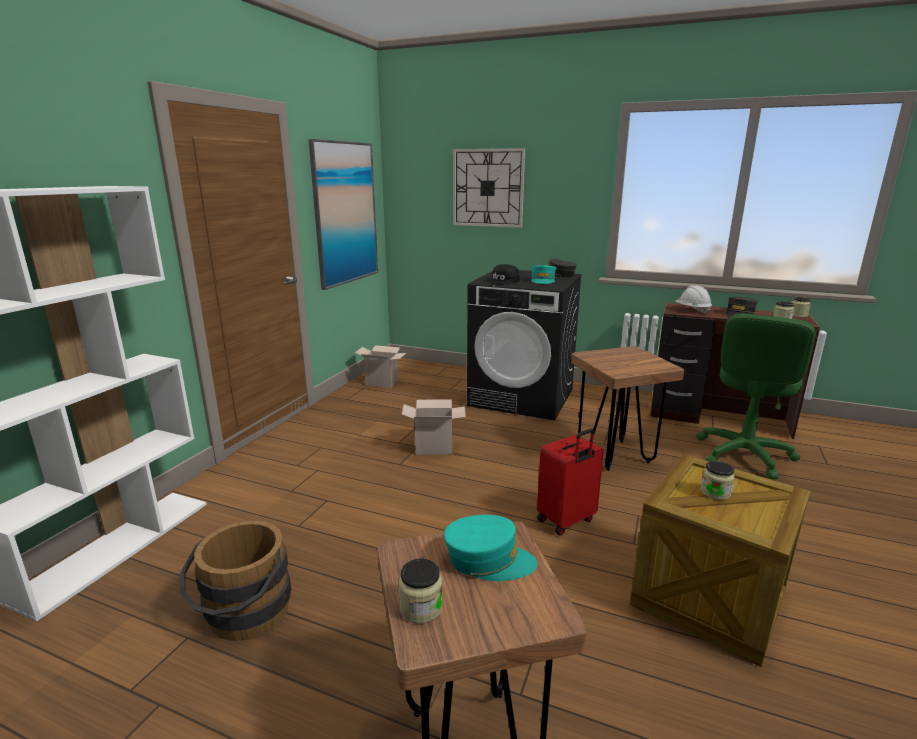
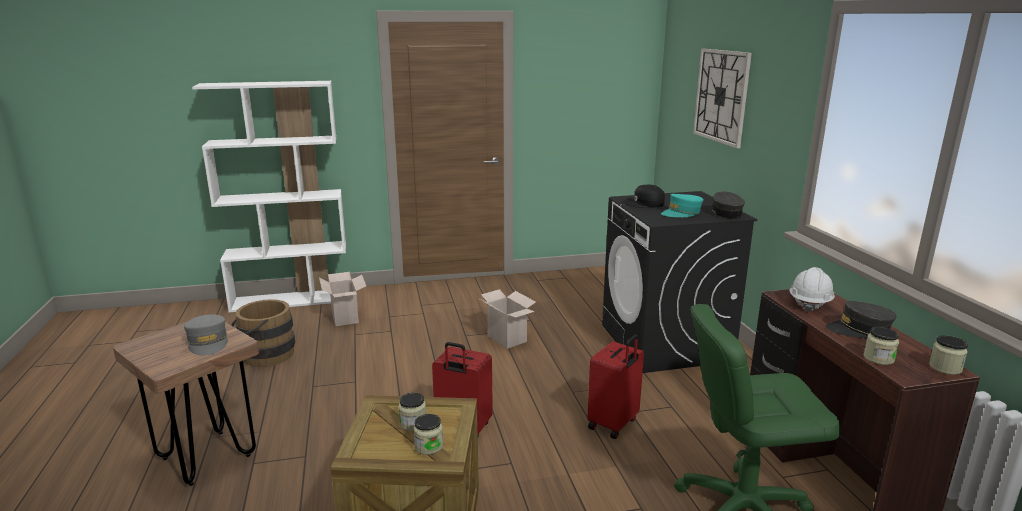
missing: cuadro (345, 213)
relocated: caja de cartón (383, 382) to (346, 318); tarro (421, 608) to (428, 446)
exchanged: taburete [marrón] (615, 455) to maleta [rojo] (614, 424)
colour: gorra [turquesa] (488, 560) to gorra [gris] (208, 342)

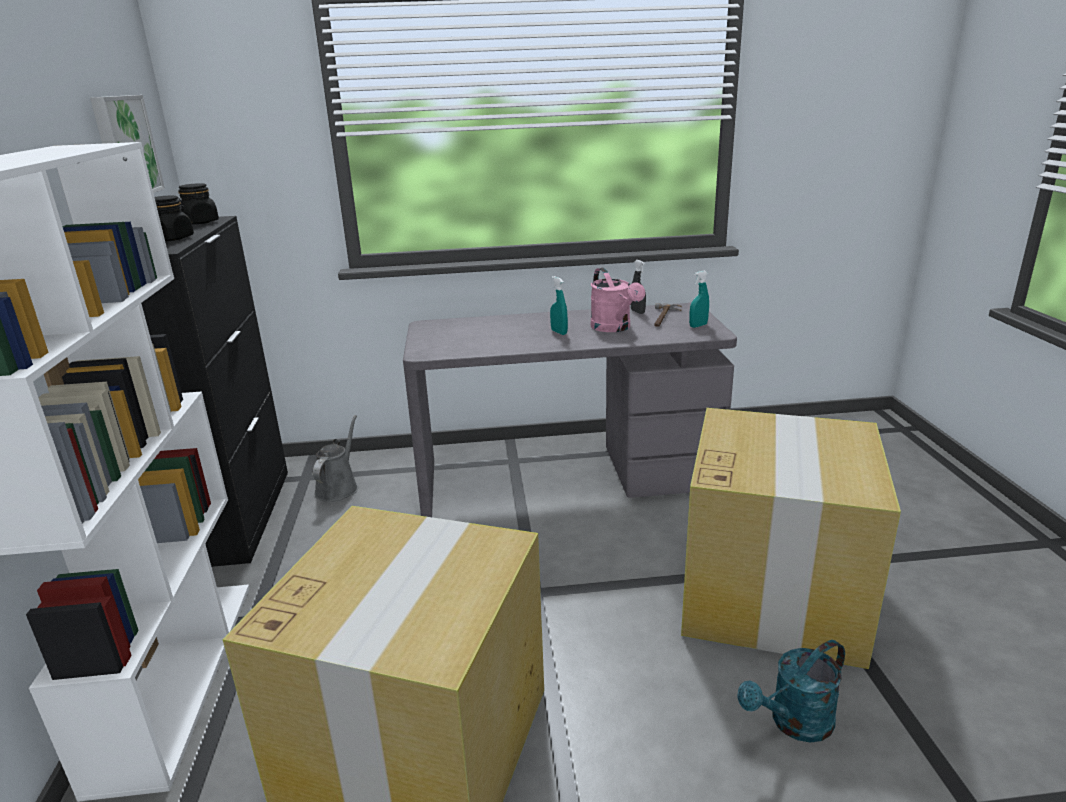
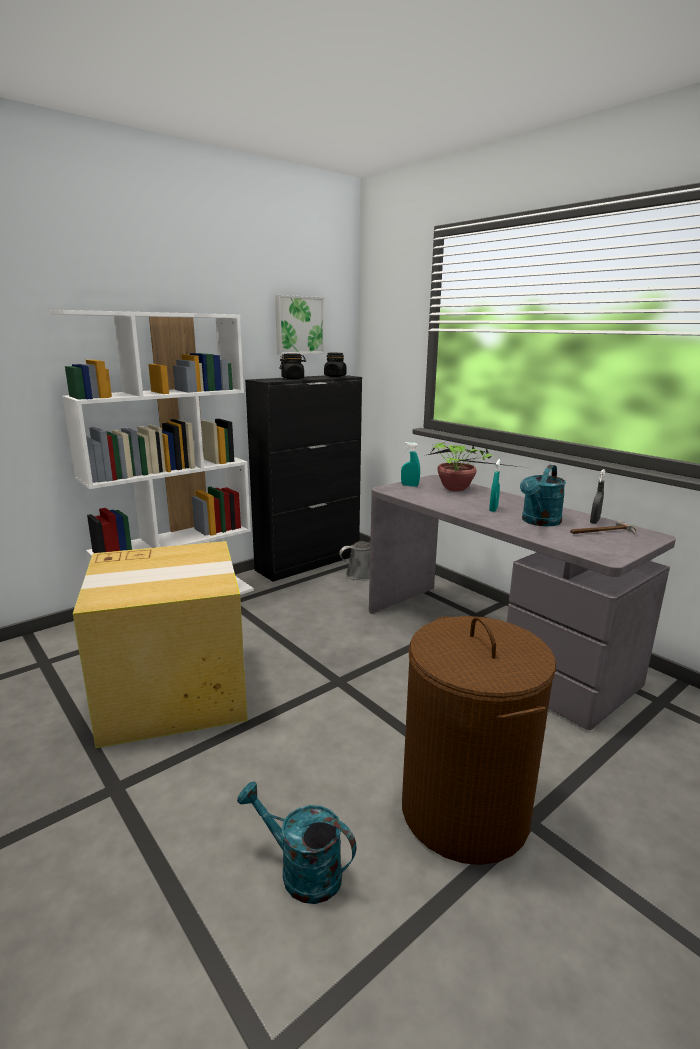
appeared: planta en maceta (457, 489)
relocated: pulverizador [turquesa] (698, 326) to (409, 485)
exchanged: caja de cartón (772, 593) to cesto de la ropa [marrón] (465, 811)
colour: regadera [rosa] (614, 328) to regadera [turquesa] (539, 522)

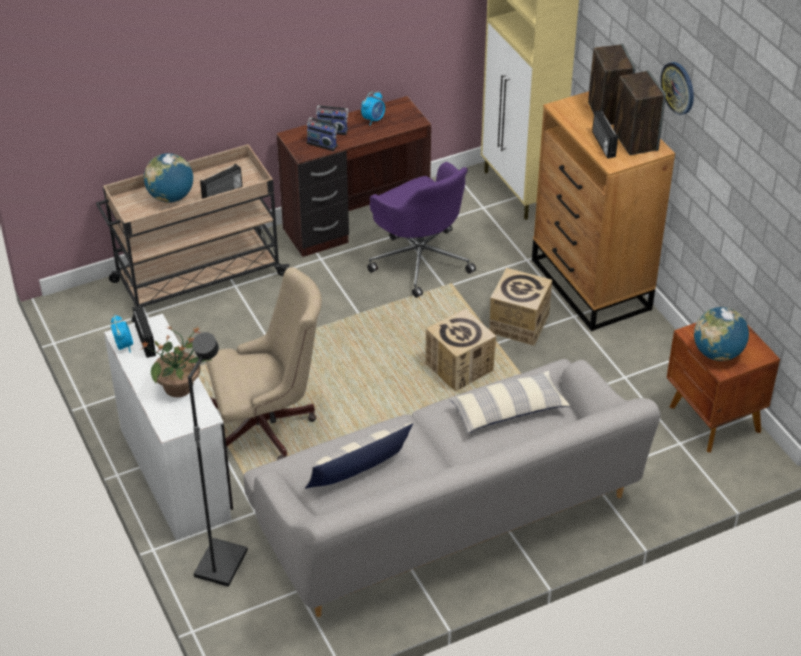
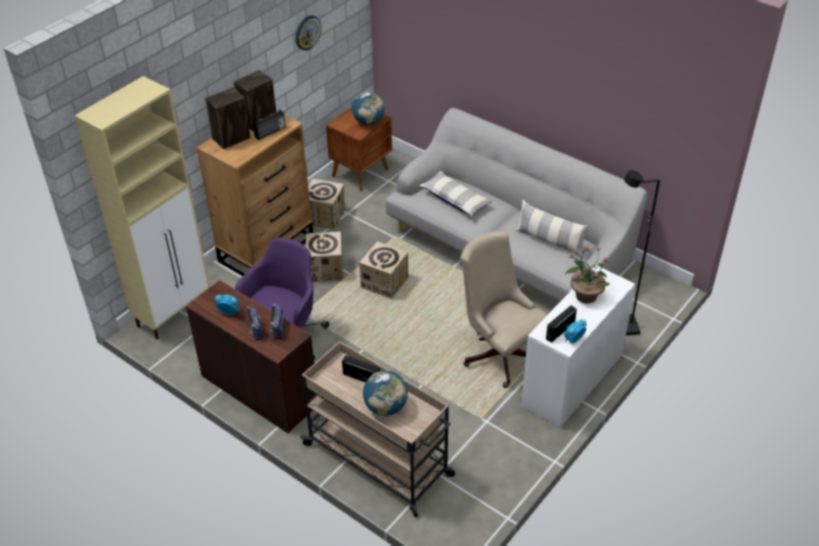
appeared: caja de cartón (325, 216)
relocated: reloj de pared (678, 87) to (307, 32)

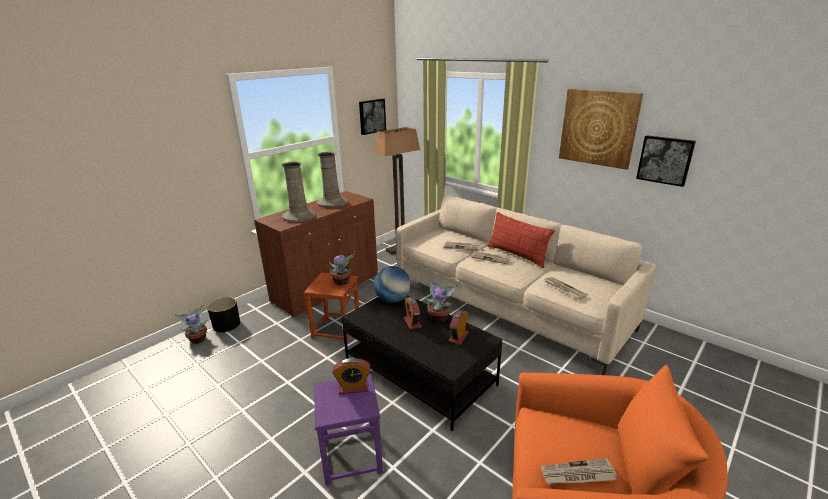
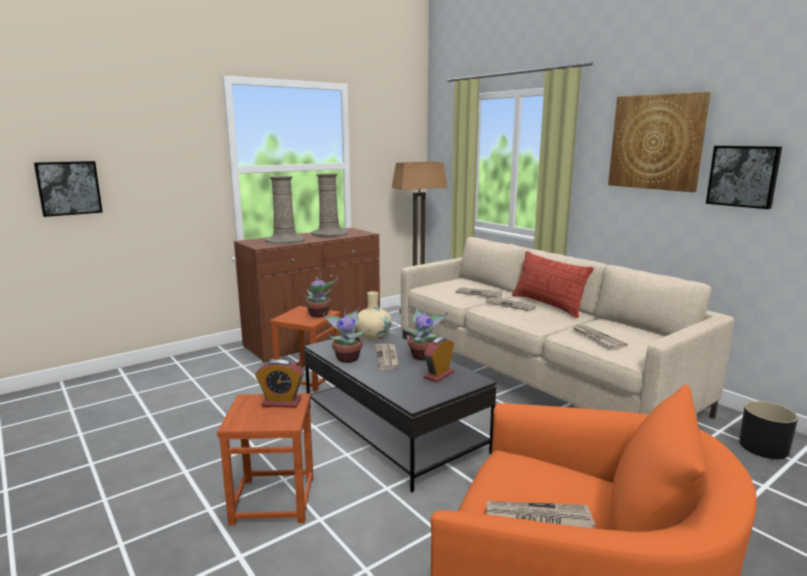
relocated: cuadro (371, 116) to (68, 188); planta en maceta (198, 339) to (347, 358); maceta [negro] (227, 324) to (763, 447)
exchanged: globo terráqueo (392, 300) to florero [beis] (373, 336); despertador (412, 323) to periódico (387, 357)
colour: taburete [morado] (352, 455) to taburete [marrón] (274, 499)

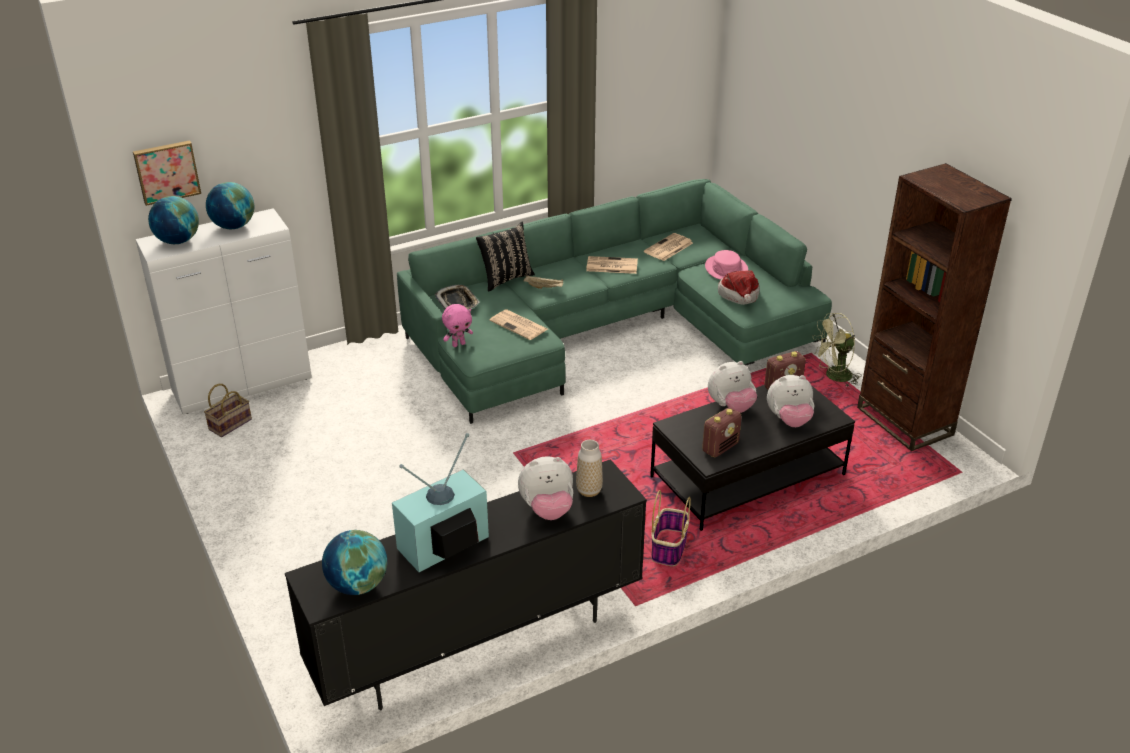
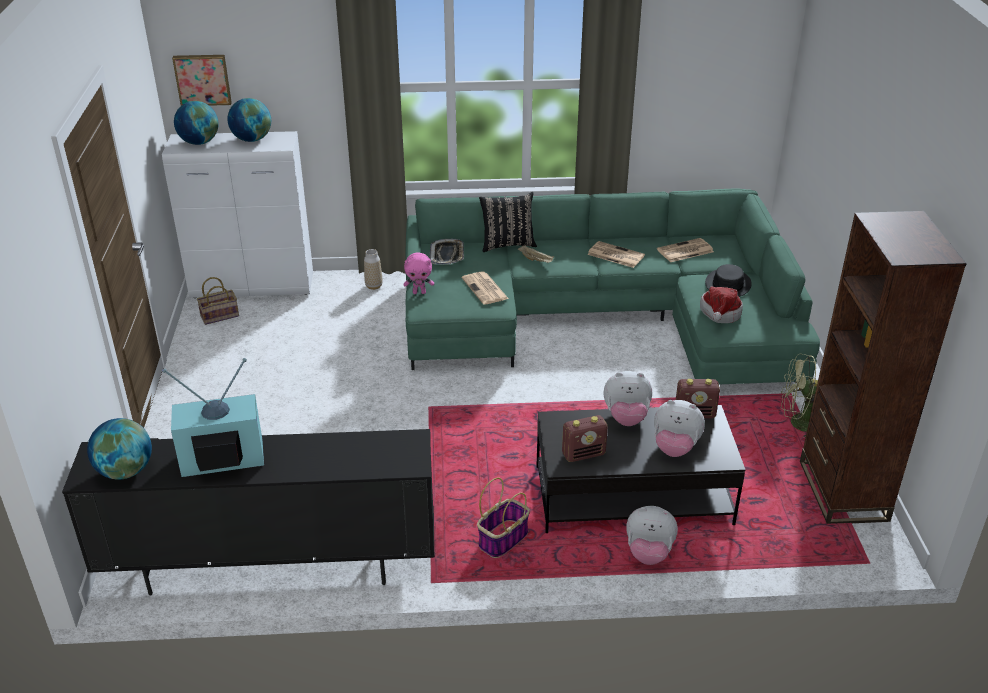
relocated: florero (589, 491) to (374, 286); peluche (547, 510) to (648, 553)
colour: sombrero [rosa] (726, 269) to sombrero [negro] (728, 284)

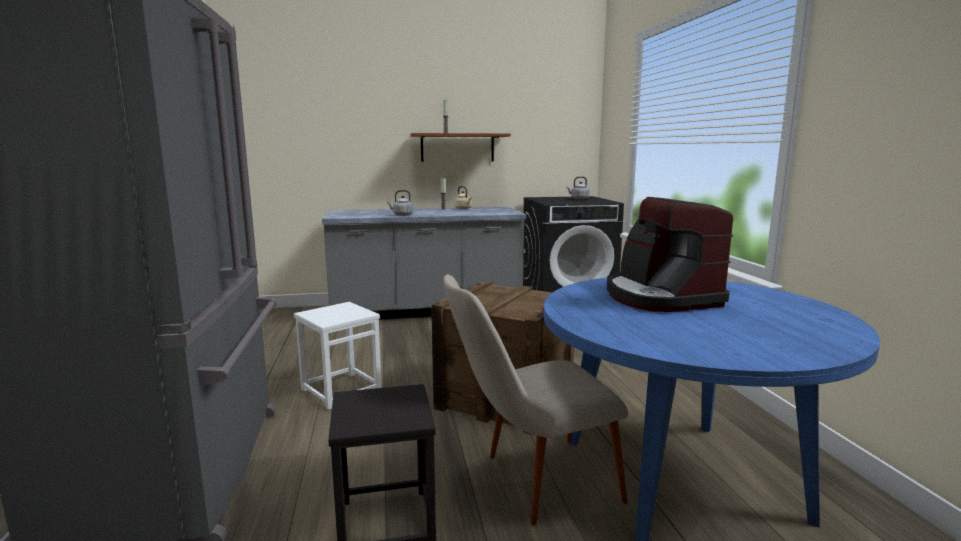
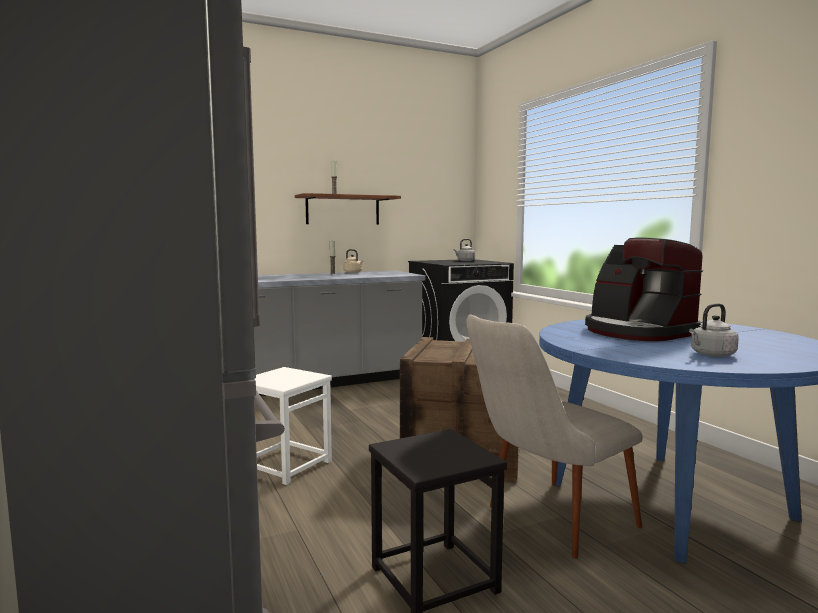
relocated: hervidor [gris] (402, 215) to (711, 355)

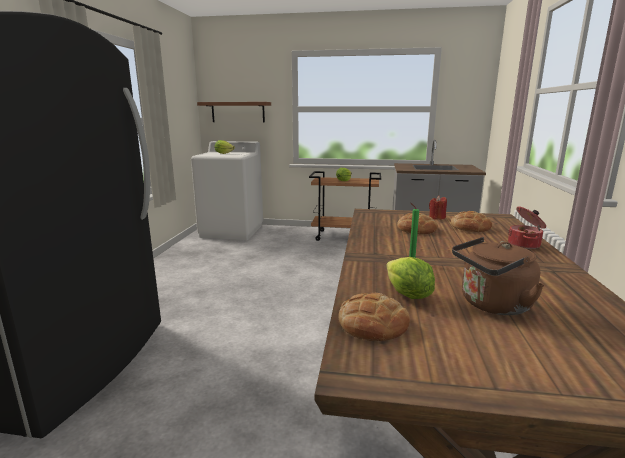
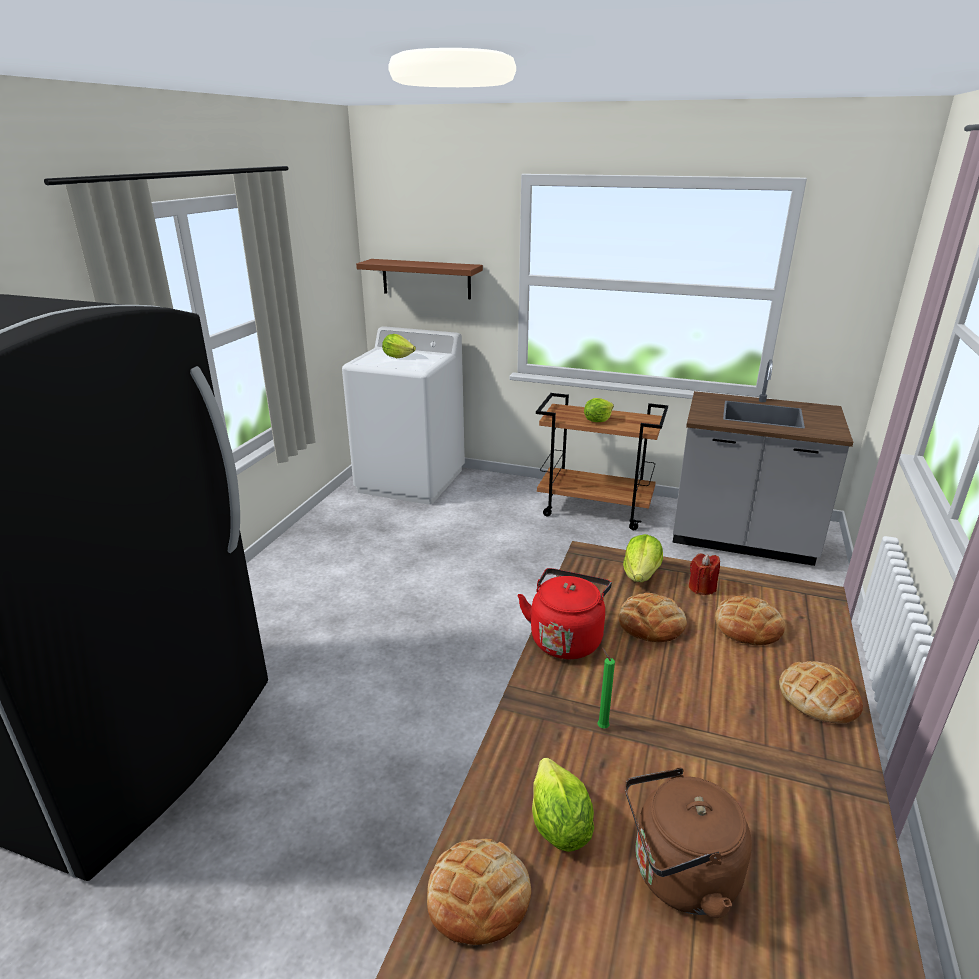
appeared: hervidor [rojo] (566, 638); lechuga (641, 575)
exchanged: olla (524, 245) to pan (819, 697)

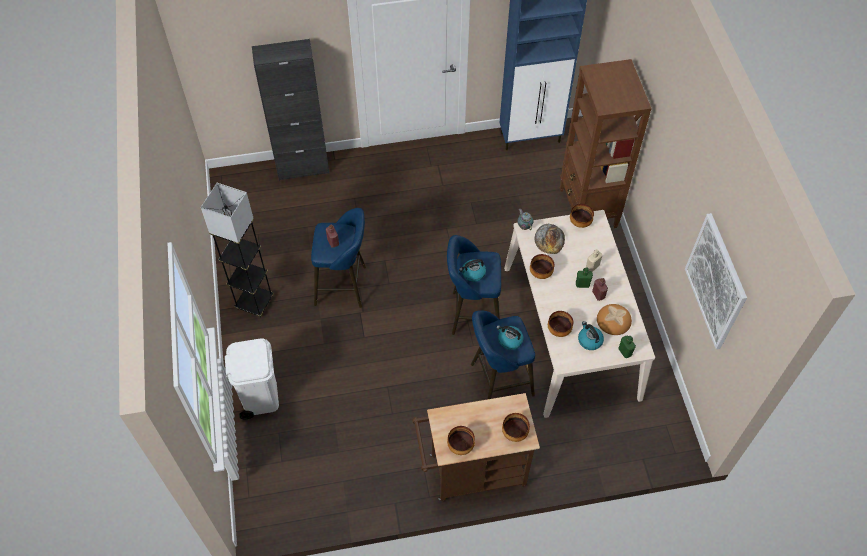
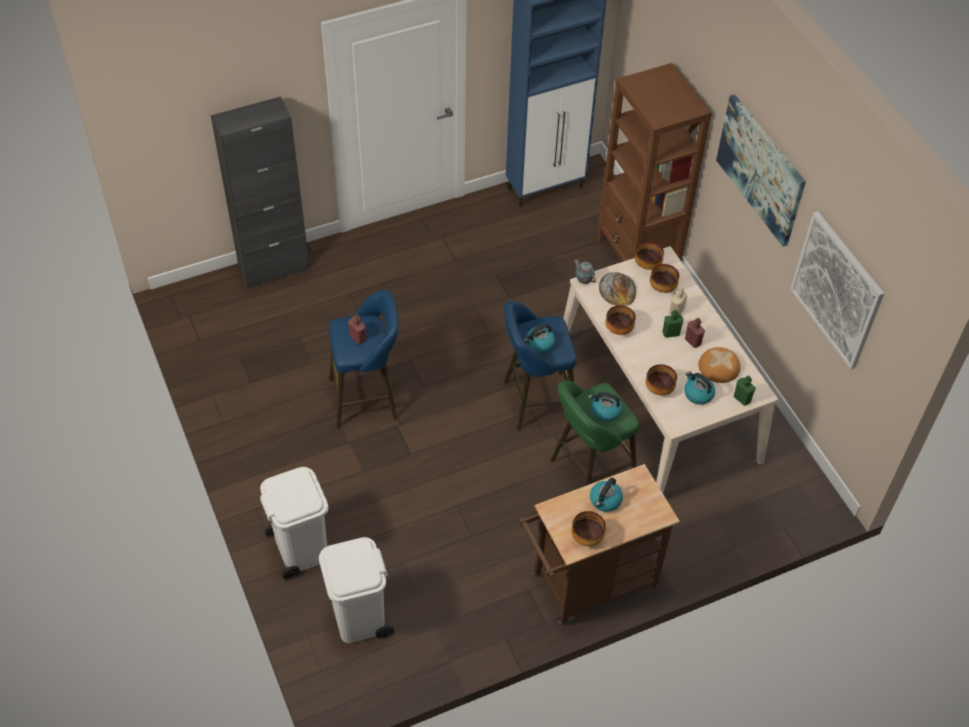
missing: lámpara de pie [gris] (254, 302)
appeared: papelera [blanco] (359, 618); hervidor (605, 501); cuadro (761, 169)
relocated: cuenco (514, 433) to (662, 288)
colour: taburete [azul] (498, 380) to taburete [verde] (588, 473)

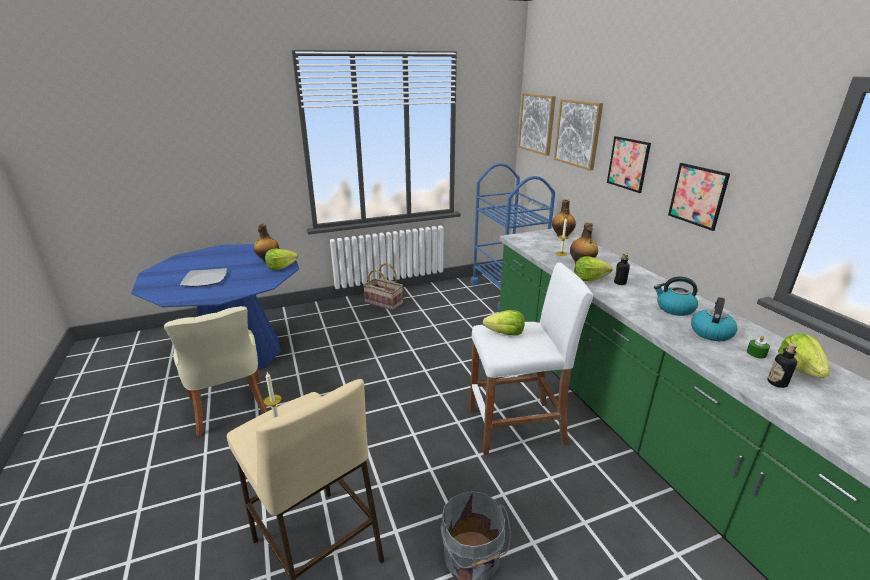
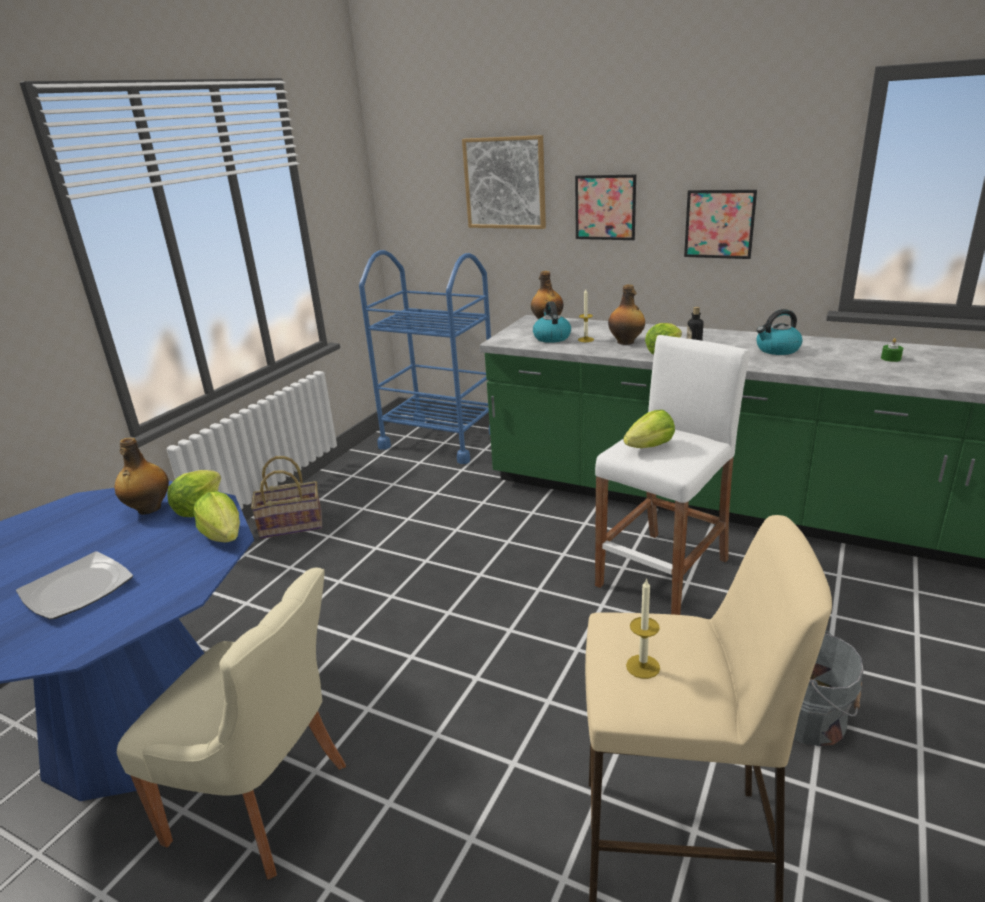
missing: cuadro (537, 123); botella (777, 383)
relocated: lechuga (799, 369) to (224, 536); hervidor (711, 332) to (551, 337)

